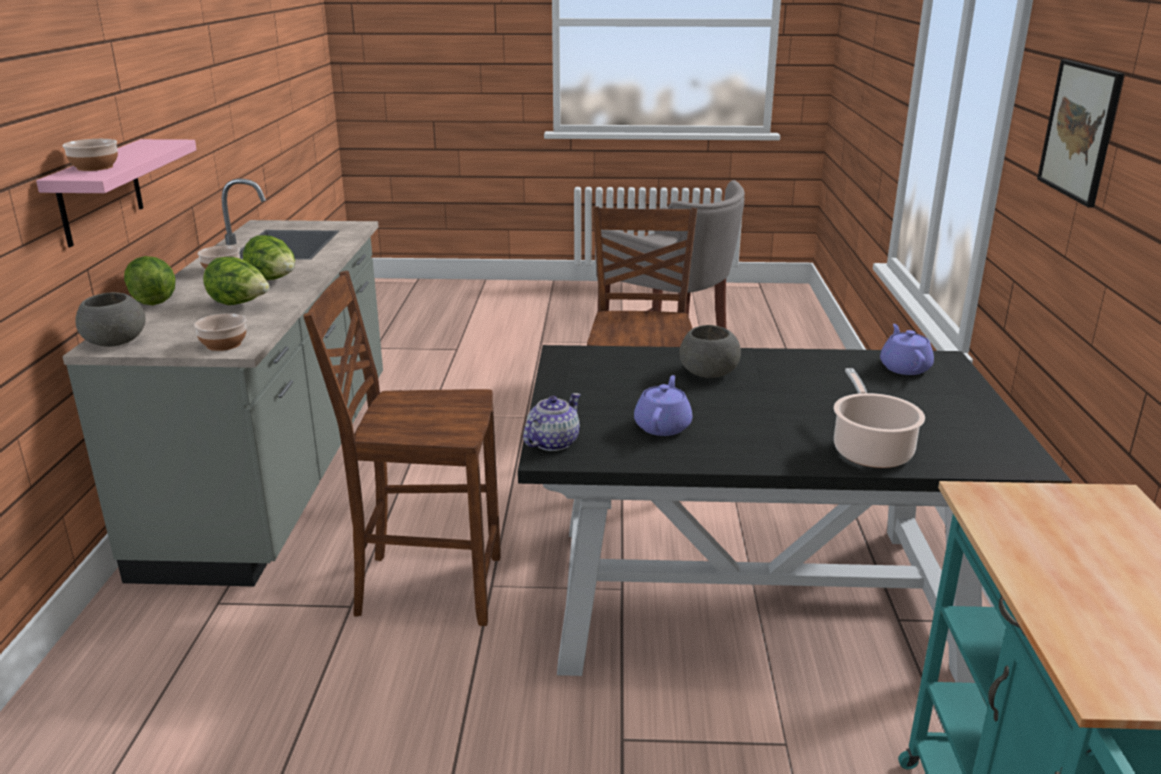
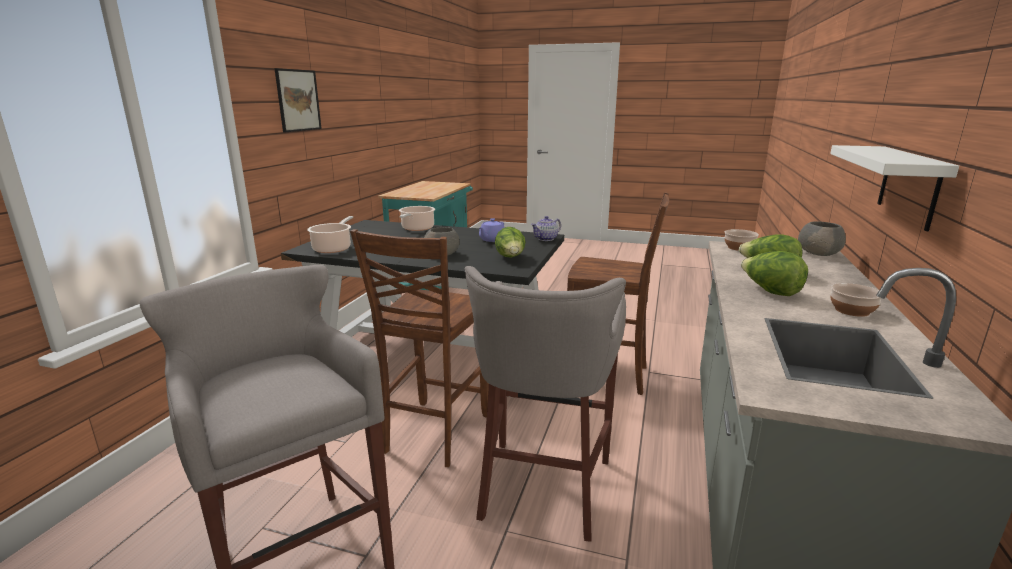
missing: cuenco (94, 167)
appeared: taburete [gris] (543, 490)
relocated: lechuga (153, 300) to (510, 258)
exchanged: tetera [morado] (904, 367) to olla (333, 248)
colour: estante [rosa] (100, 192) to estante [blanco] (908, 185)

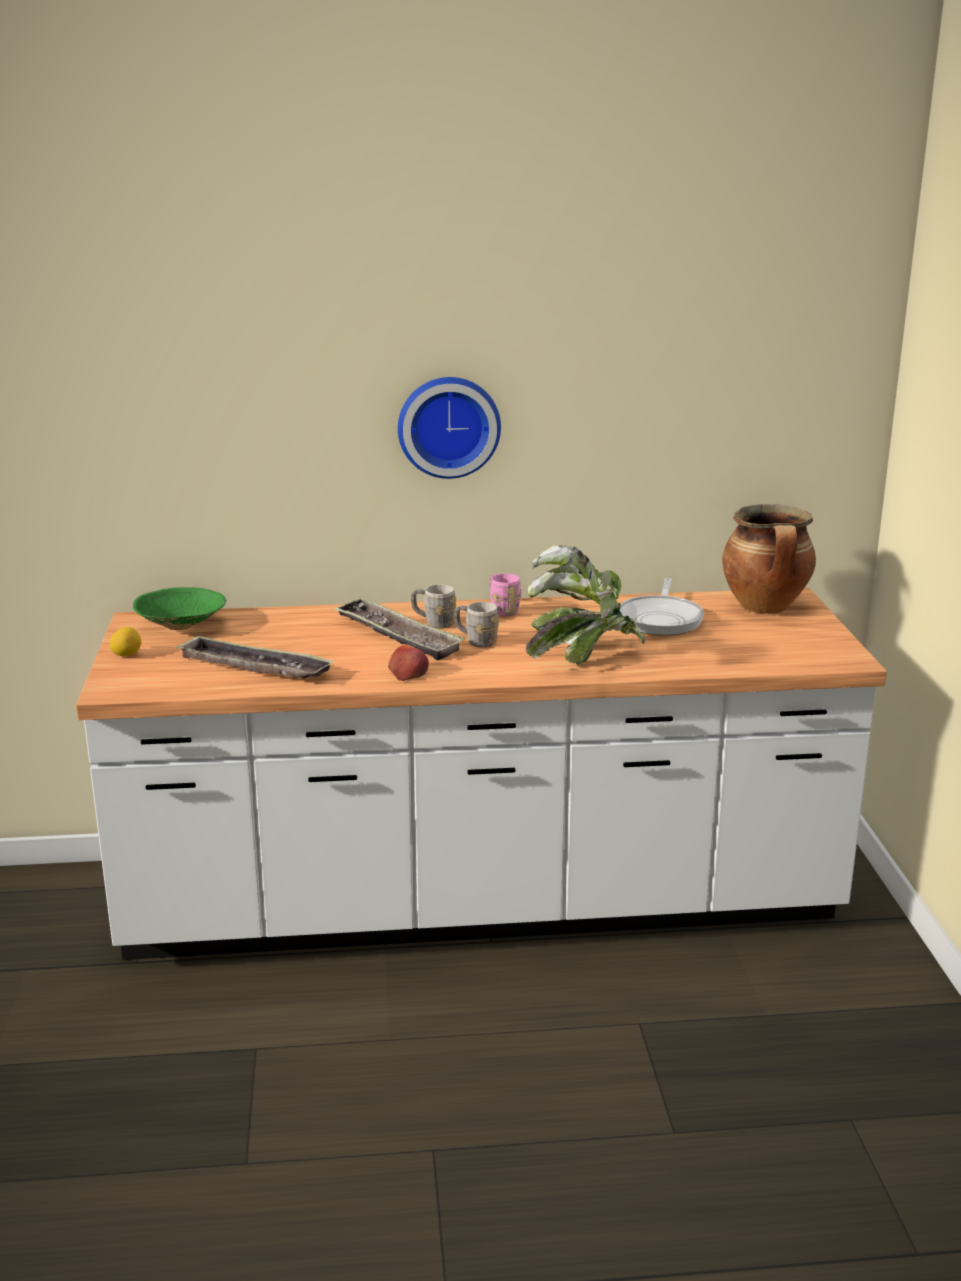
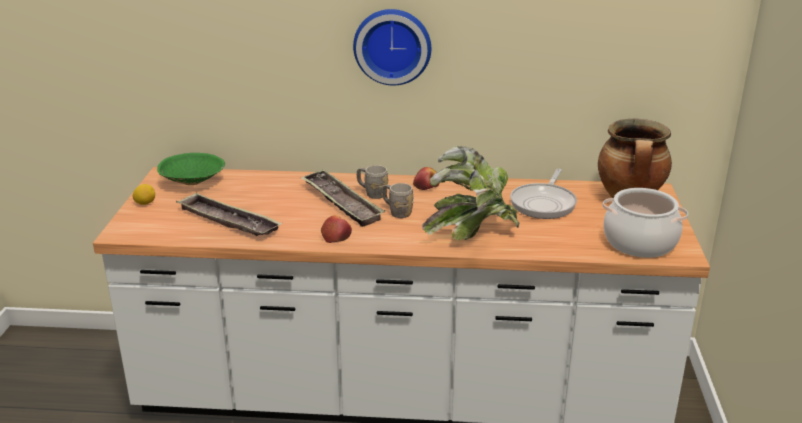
appeared: olla (640, 242)
exchanged: taza grande [rosa] (502, 610) to manzana (426, 185)

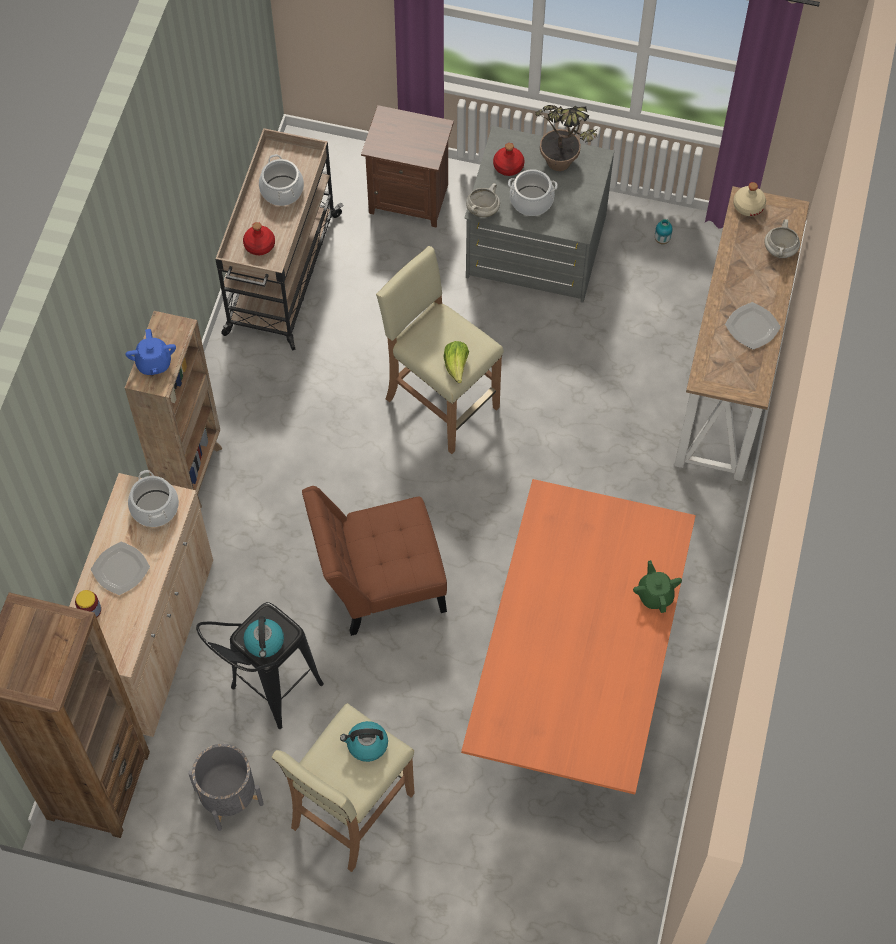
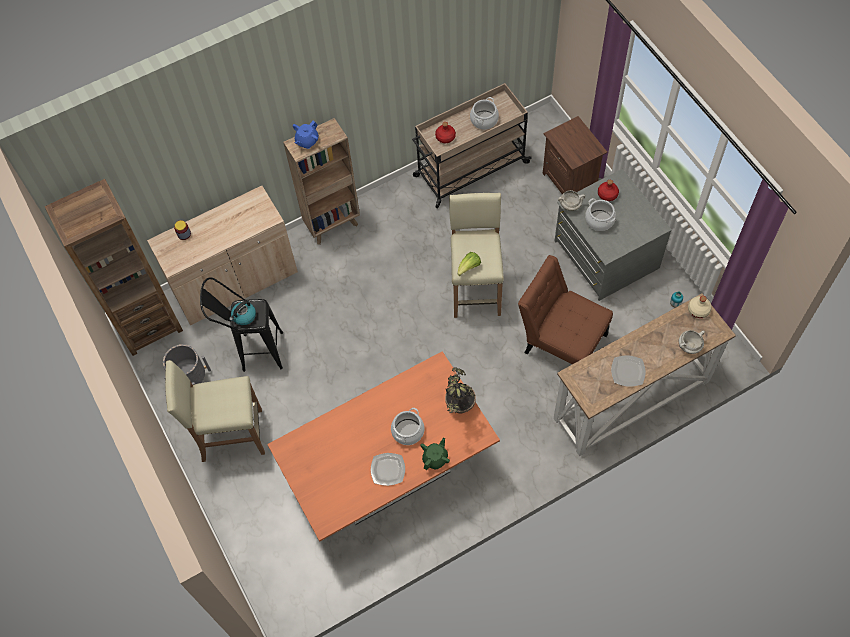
missing: hervidor (366, 745)
relocated: plato (120, 569) to (387, 469); olla (154, 508) to (407, 431); planta en maceta (564, 168) to (458, 411); silla [marrón] (378, 583) to (561, 340)

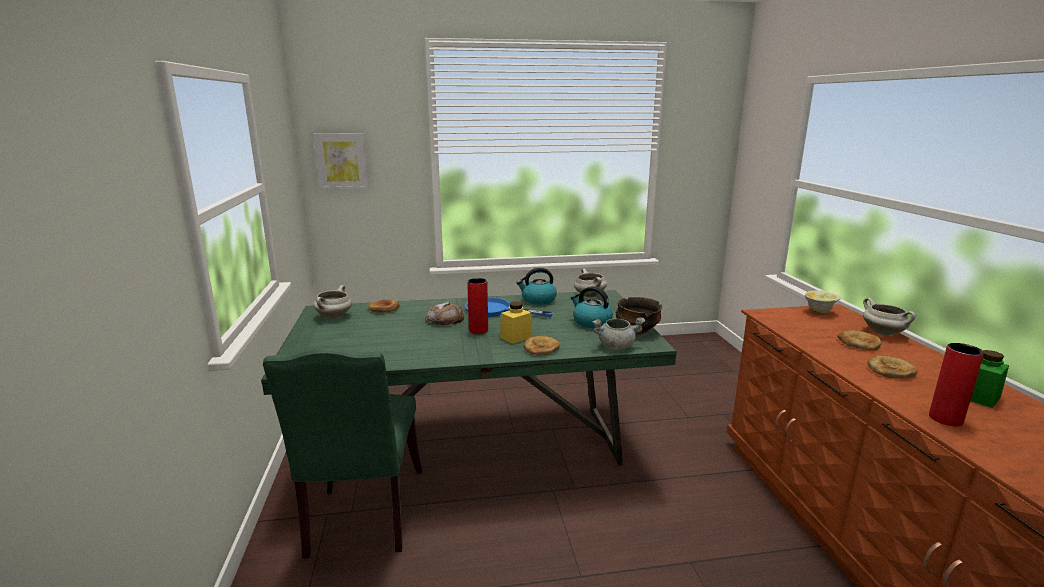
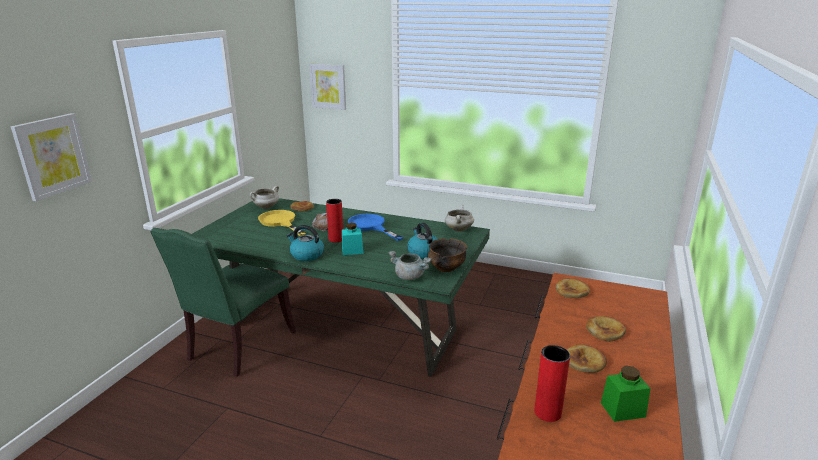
missing: cuenco (819, 312); olla [blanco] (884, 333)
appeared: cuadro (52, 155); sartén [amarillo] (280, 222)
relocated: hervidor (538, 300) to (306, 255); pan (541, 348) to (572, 291)
colour: tarro [amarillo] (516, 337) to tarro [turquesa] (352, 251)

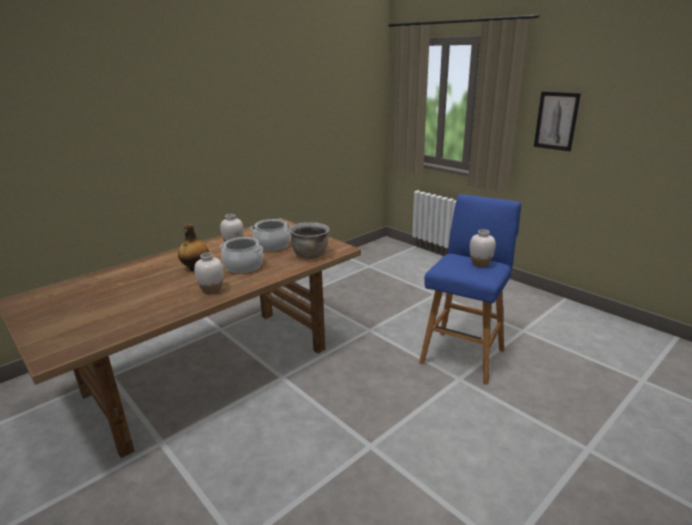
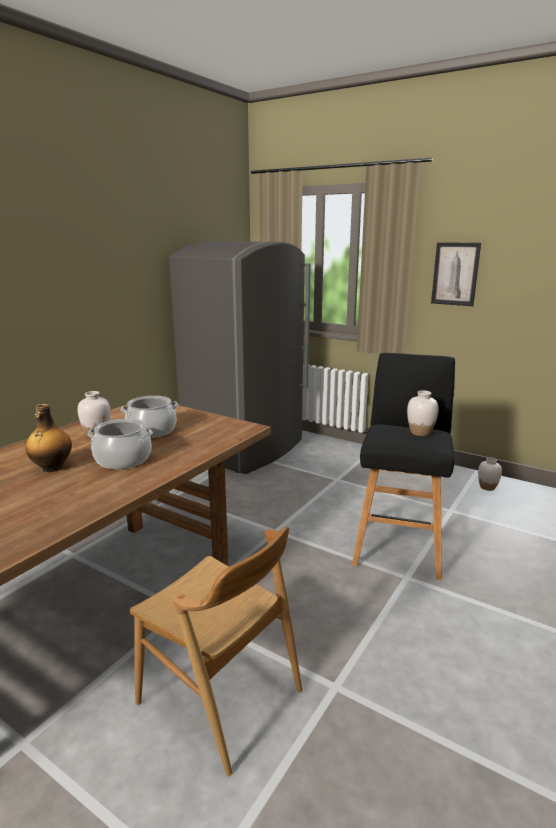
missing: olla [marrón] (310, 255)
appeared: silla [marrón] (220, 697); nevera [gris] (246, 449)
relocated: florero [blanco] (211, 290) to (487, 487)
colour: taburete [azul] (463, 355) to taburete [negro] (398, 547)

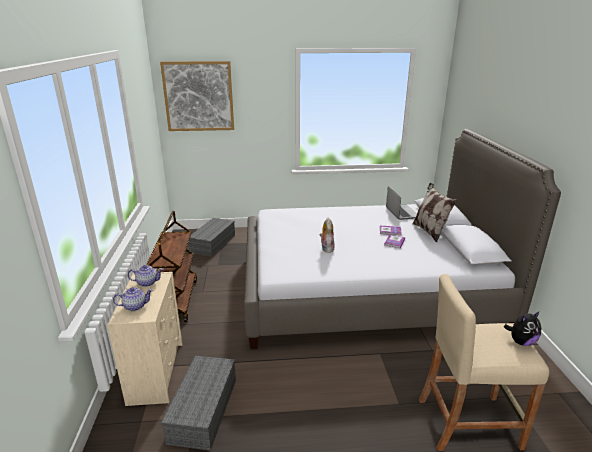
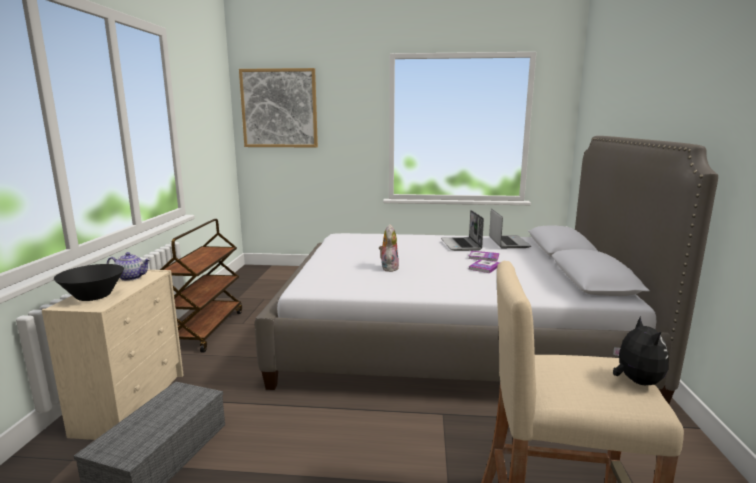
missing: caja de almacenaje [gris] (213, 243); cojín (429, 231)
appeared: portátil (461, 245)
exchanged: tetera (135, 306) to cuenco [negro] (93, 296)
spun: peluche (521, 342) = (635, 381) 75 degrees counterclockwise

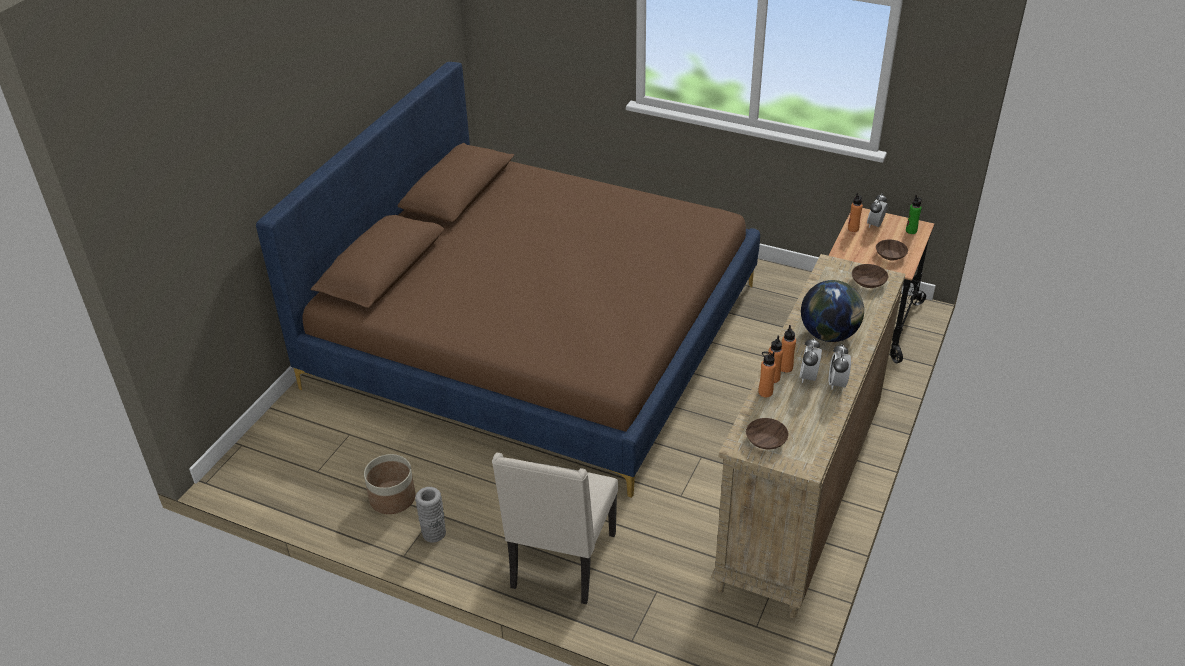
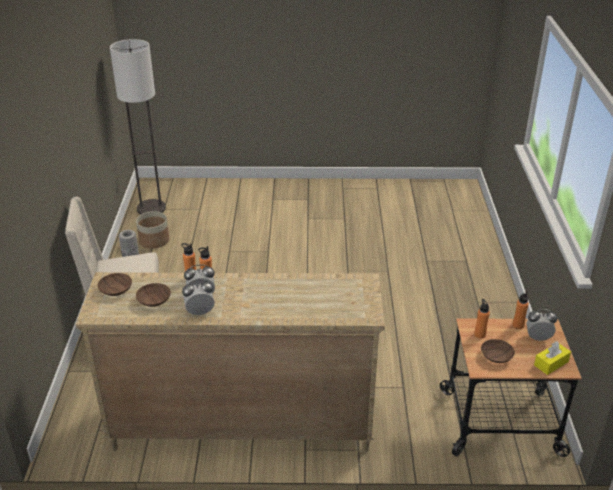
missing: cama [marrón] (536, 334); globo terráqueo (829, 334)
appeared: lámpara de pie (151, 208)
relocated: cuenco [marrón] (867, 282) to (153, 300); botella [naranja] (765, 392) to (480, 334)
exchanged: botella [verde] (911, 231) to caja de pañuelos [amarillo] (551, 363)

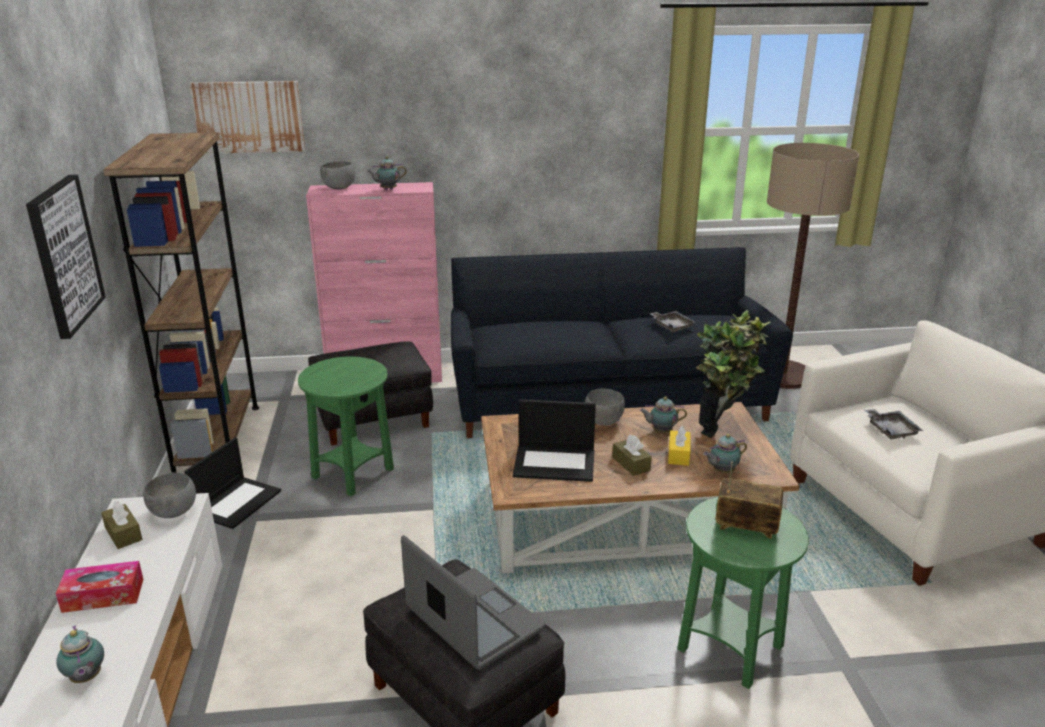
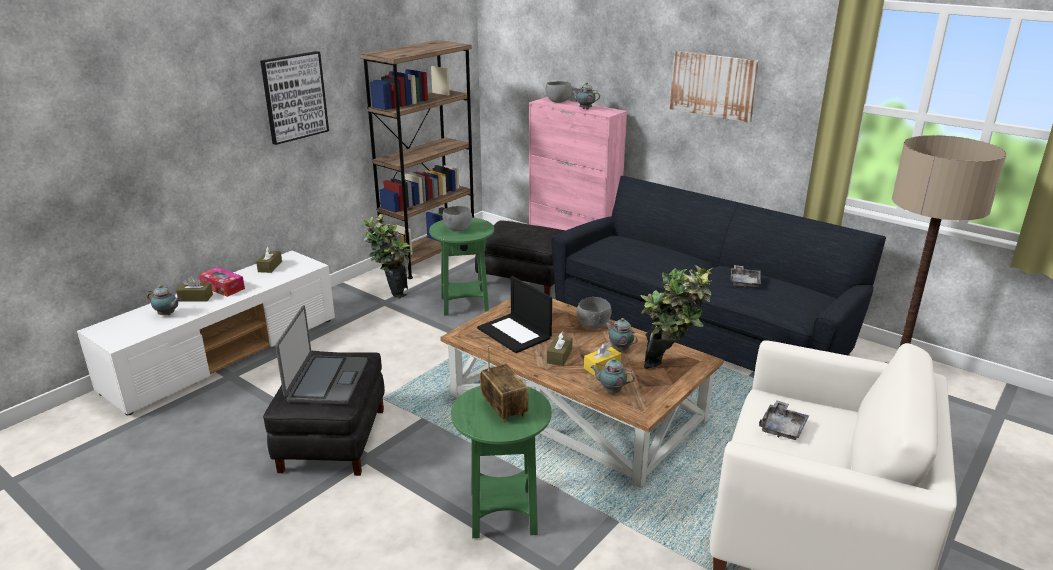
appeared: caja de pañuelos [marrón] (195, 298)
relocated: cuenco [gris] (173, 513) to (457, 229); cuadro (249, 117) to (713, 85)
exchanged: portátil (237, 502) to planta en maceta (390, 292)
spun: tetera (86, 678) = (167, 315) 90 degrees counterclockwise

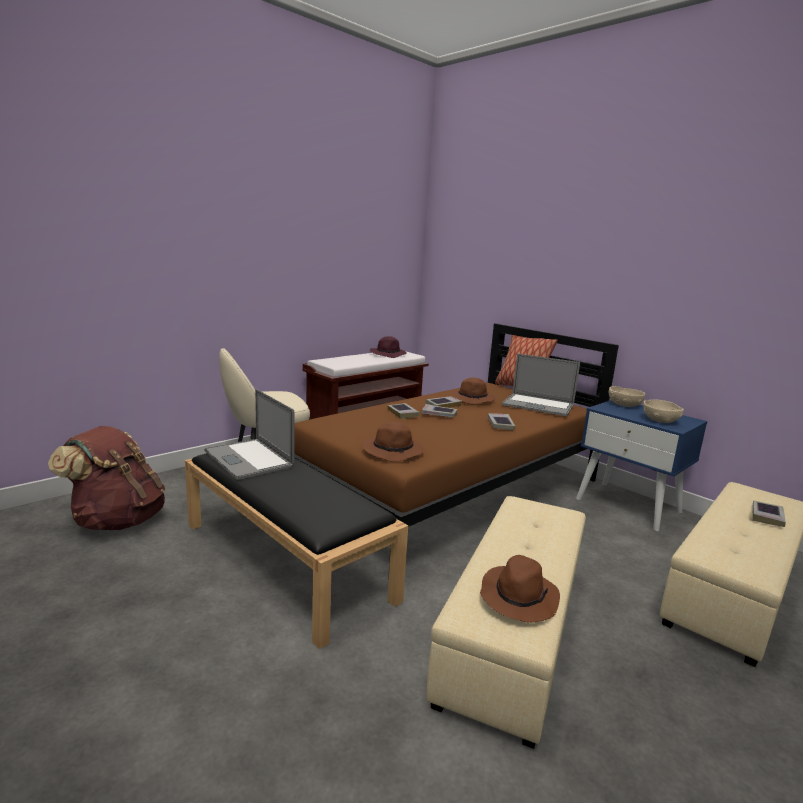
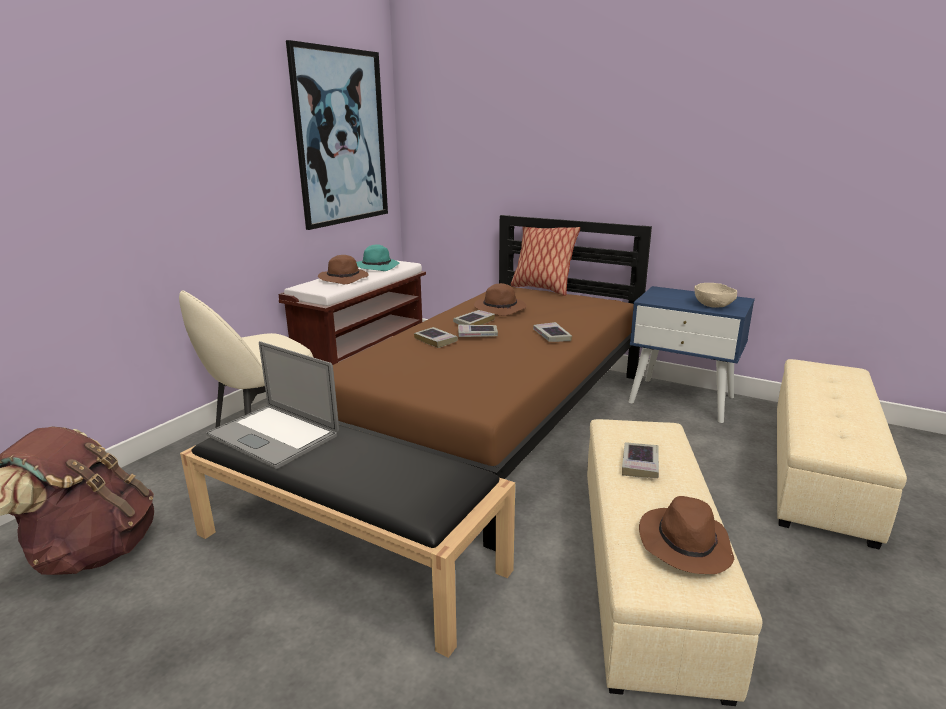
missing: portátil (538, 405); cuenco [beis] (624, 405)
appeared: cuadro (341, 138)
relocated: sombrero [marrón] (394, 451) to (344, 279); libro (767, 517) to (640, 464)
colour: sombrero [morado] (388, 354) to sombrero [turquesa] (377, 267)

